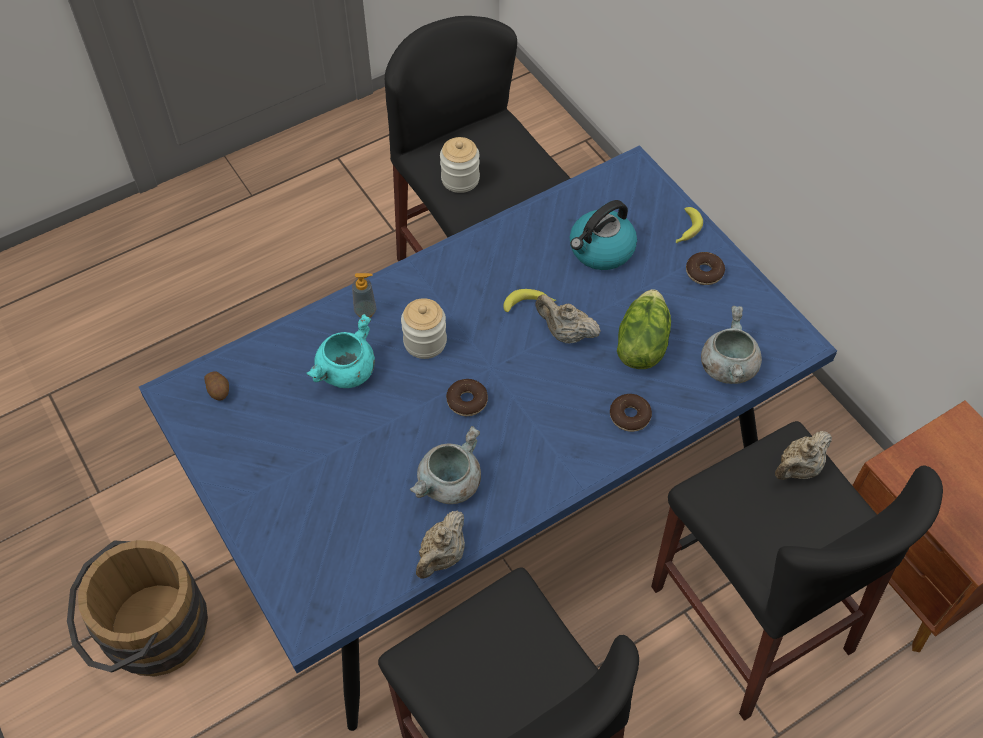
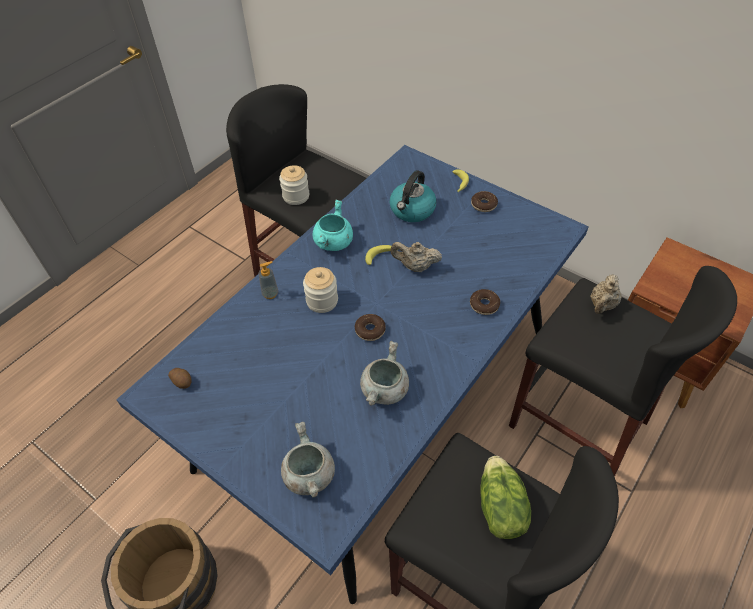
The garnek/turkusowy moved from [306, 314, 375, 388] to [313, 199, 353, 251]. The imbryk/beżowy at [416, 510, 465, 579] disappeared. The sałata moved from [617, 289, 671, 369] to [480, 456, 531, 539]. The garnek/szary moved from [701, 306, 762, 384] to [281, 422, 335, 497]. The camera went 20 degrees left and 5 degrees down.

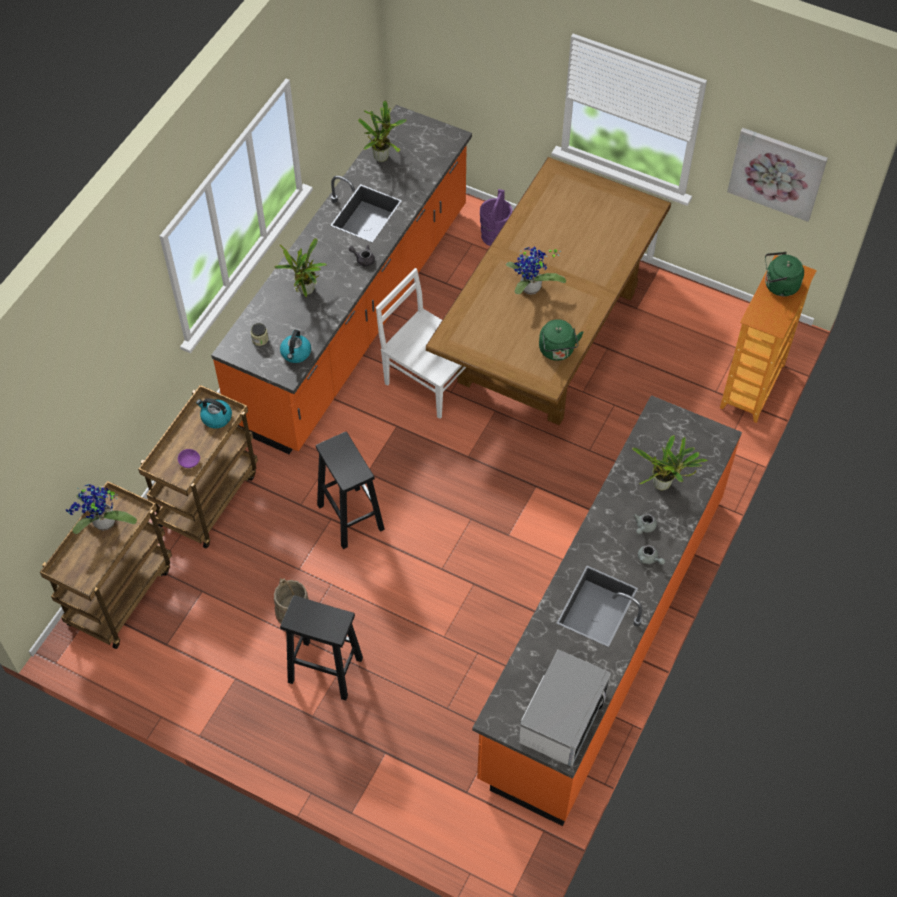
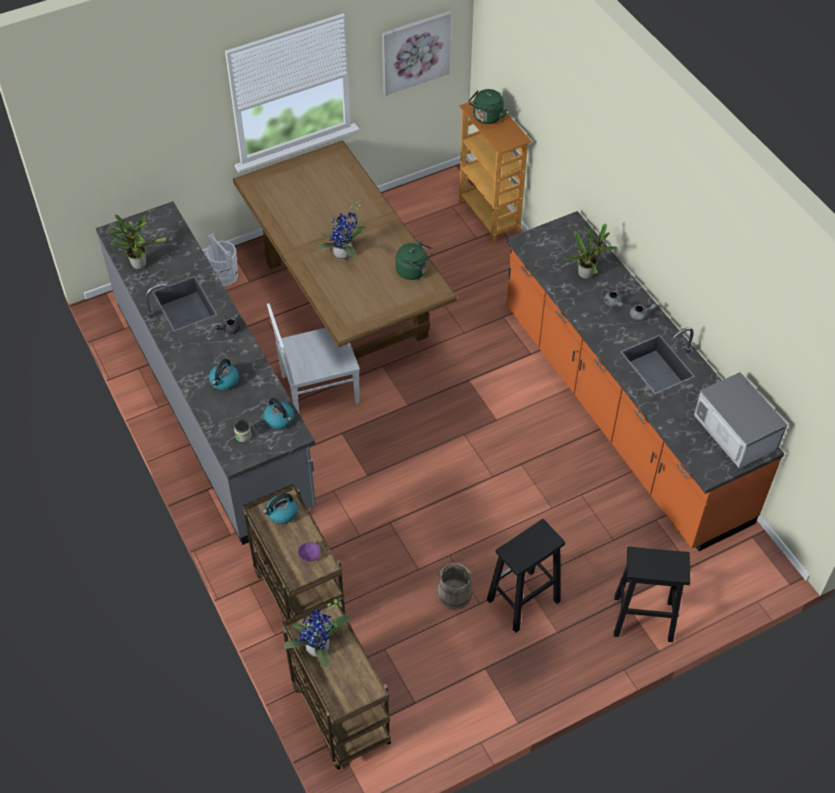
The zabudowa kuchenna/pomarańczowy at [211, 105, 472, 454] became the zabudowa kuchenna/szary at [96, 201, 316, 545]. The roślina doniczkowa at [274, 238, 327, 298] was replaced by the czajnik at [209, 359, 239, 390]. The stołek/czarny moved from [316, 432, 385, 549] to [614, 547, 690, 642]. The wiadro/fioletowy at [480, 189, 512, 246] became the wiadro/biały at [206, 233, 238, 286]. The camera went 55 degrees left and 5 degrees down.

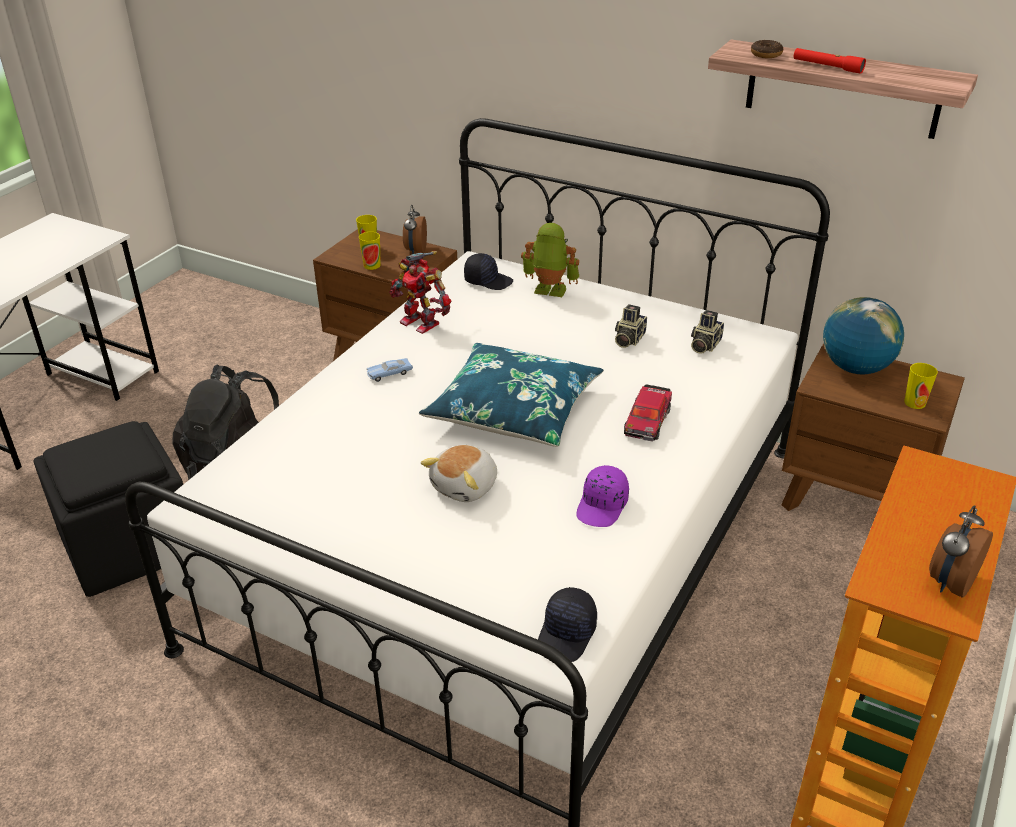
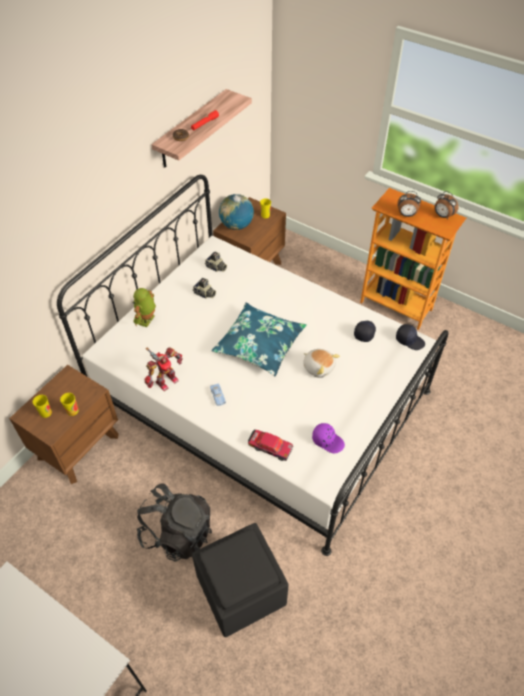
The budzik moved from [403, 205, 427, 254] to [397, 191, 421, 217]. The czapka z daszkiem/czarny moved from [464, 253, 513, 290] to [354, 321, 376, 342]. The czapka z daszkiem/fioletowy moved from [576, 465, 629, 527] to [312, 423, 345, 453]. The samochodzik moved from [624, 384, 672, 442] to [248, 429, 293, 461]. The camera went 85 degrees left and 15 degrees up.

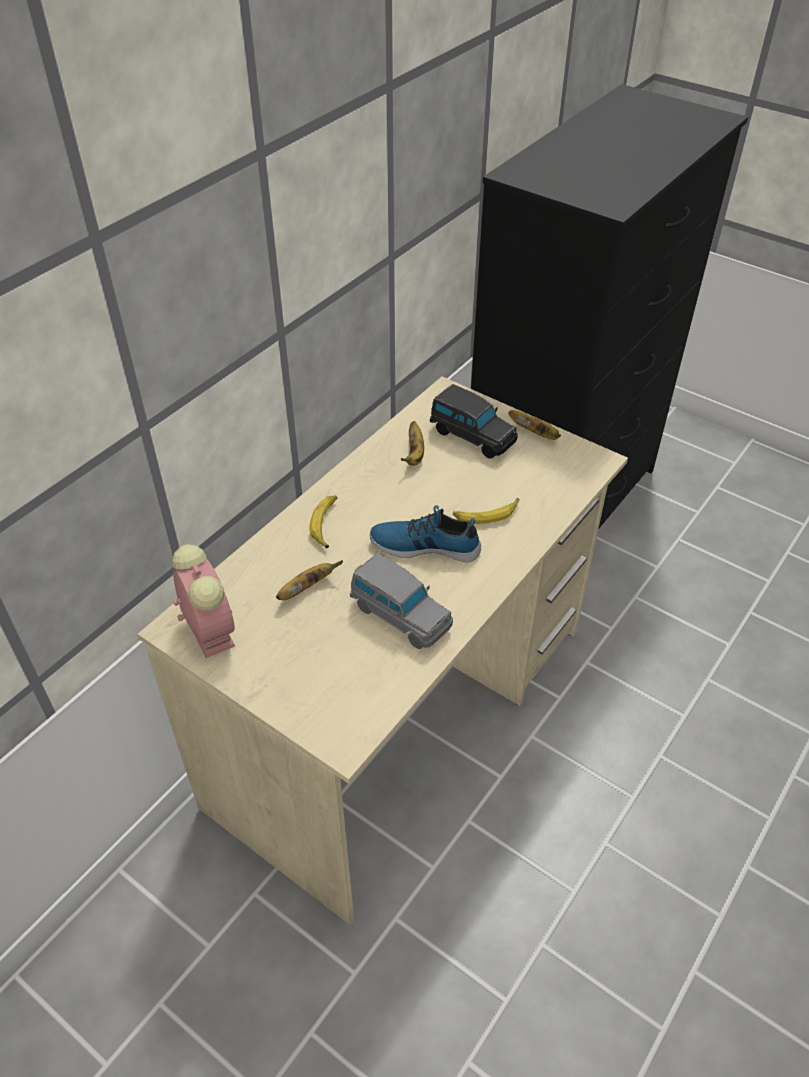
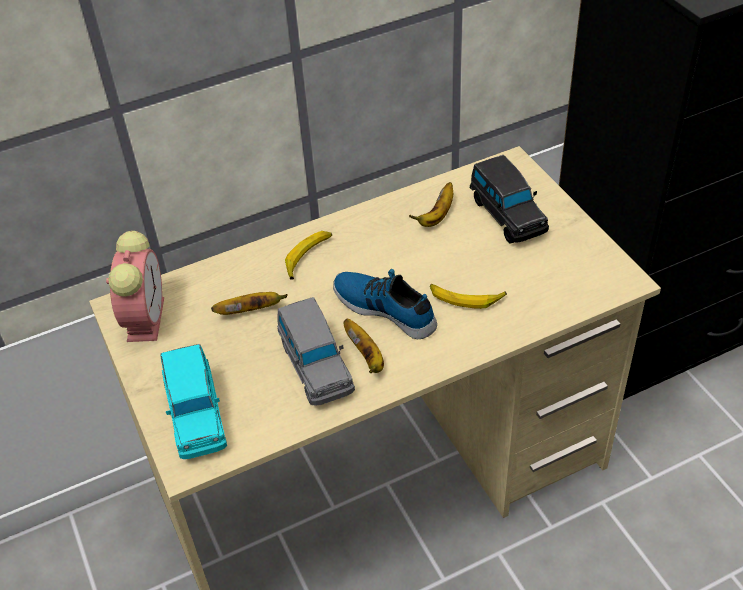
The banan moved from [508, 410, 561, 440] to [343, 319, 384, 373]. The samochodzik/turkusowy at [160, 344, 227, 459] appeared. The camera went 30 degrees right and 0 degrees up.

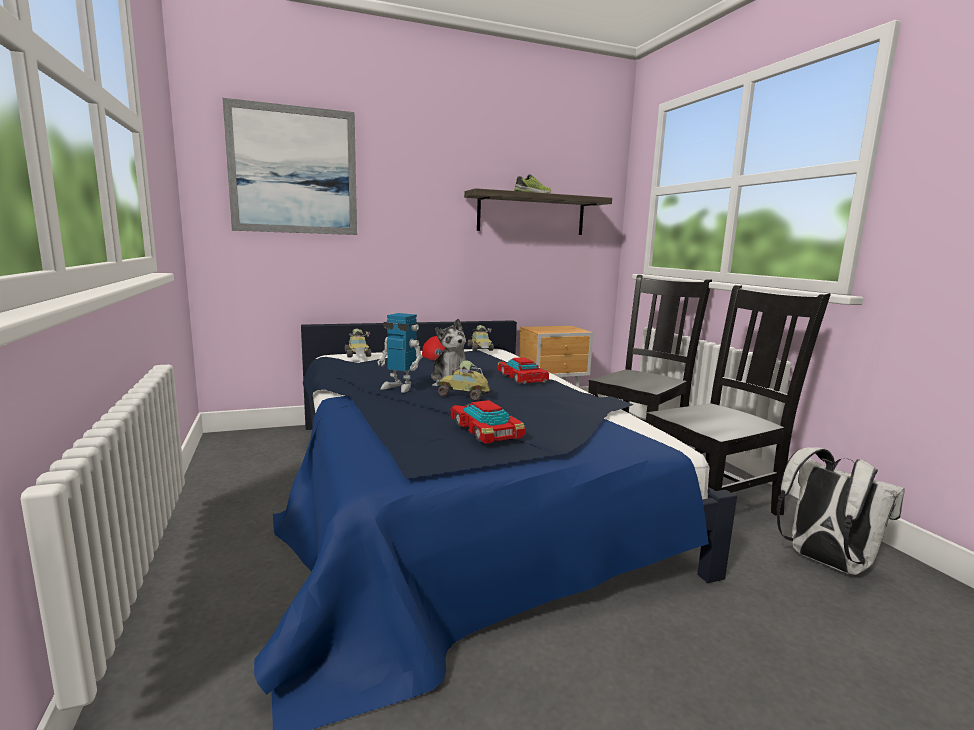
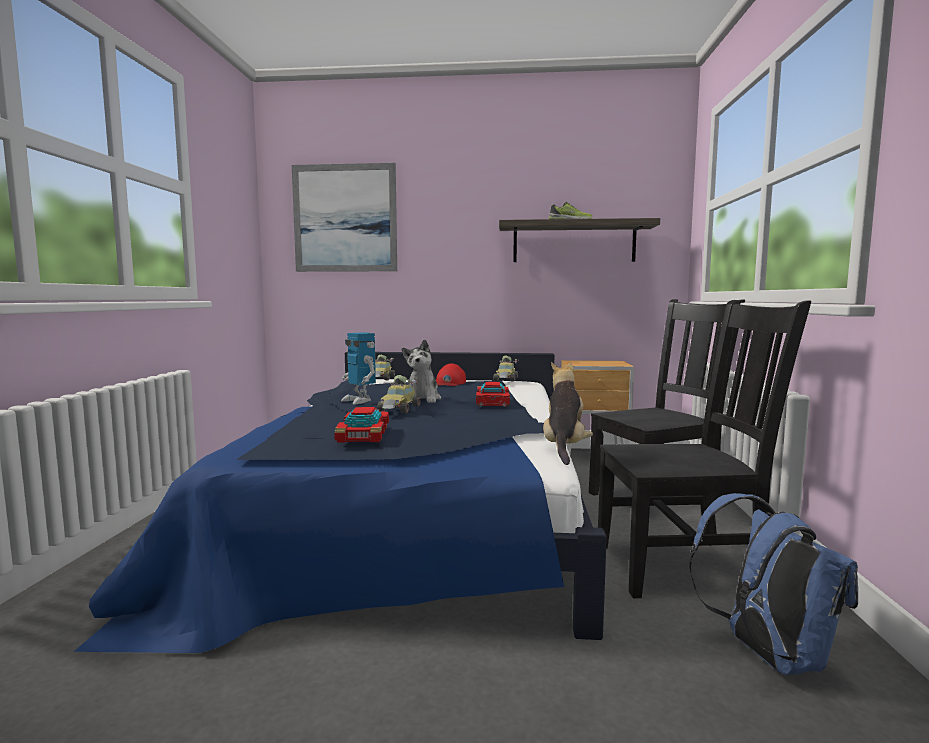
The samochodzik at [433, 360, 491, 401] turned 120 degrees counterclockwise. The plecak/biały at [777, 447, 905, 575] became the plecak/niebieski at [689, 493, 858, 675]. The pluszak at [543, 362, 593, 465] appeared. The camera went 25 degrees right and 5 degrees down.

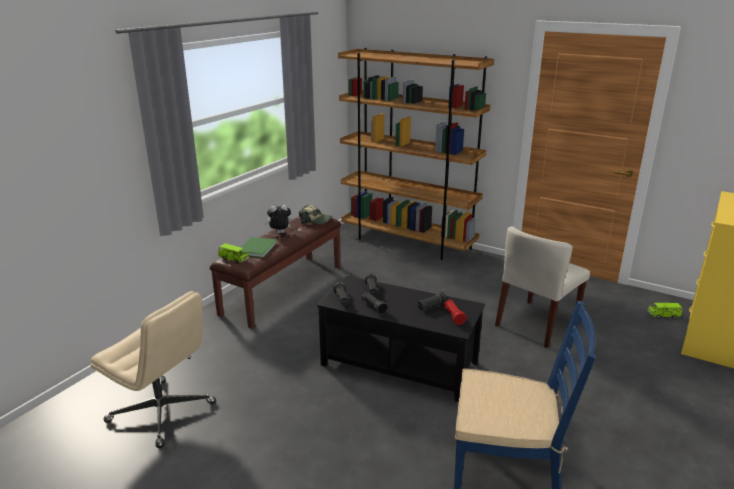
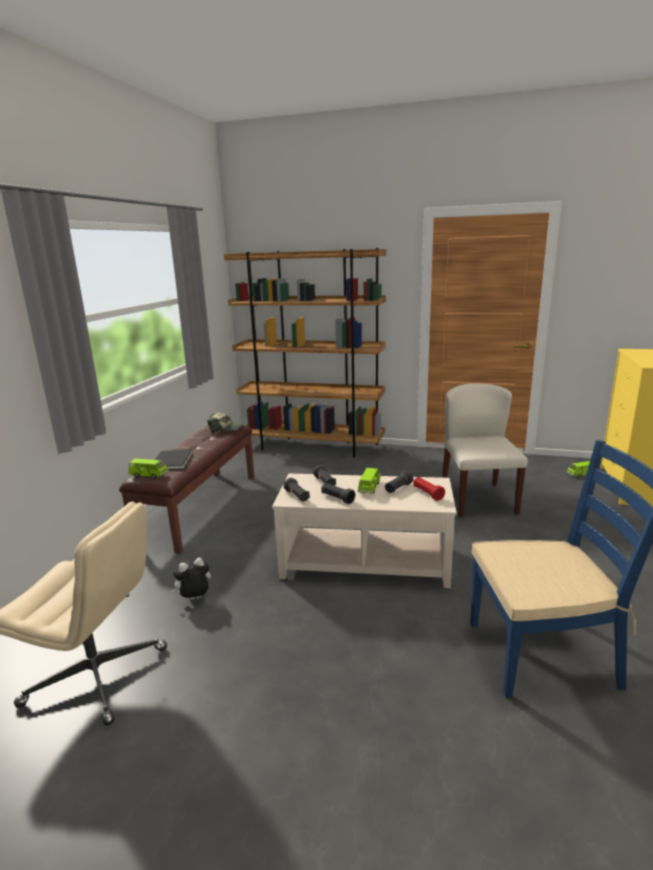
The książka/zielony at [241, 237, 277, 258] became the książka/czarny at [155, 450, 193, 470]. The pluszak moved from [265, 205, 292, 233] to [171, 557, 211, 600]. The ława/czarny at [317, 276, 485, 402] became the ława/beżowy at [272, 473, 457, 588]. The krzesło/beżowy at [495, 226, 590, 348] turned 150 degrees clockwise. The samochodzik/zielony at [358, 468, 381, 494] appeared. The camera went 15 degrees left and 5 degrees down.

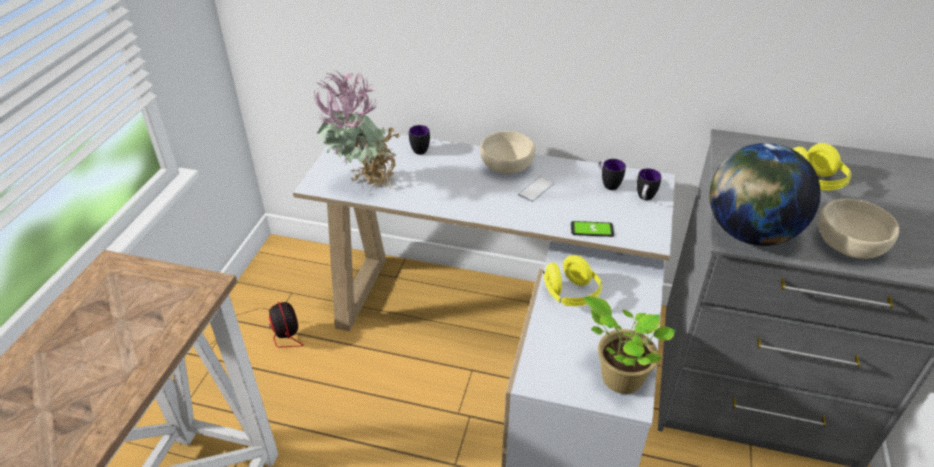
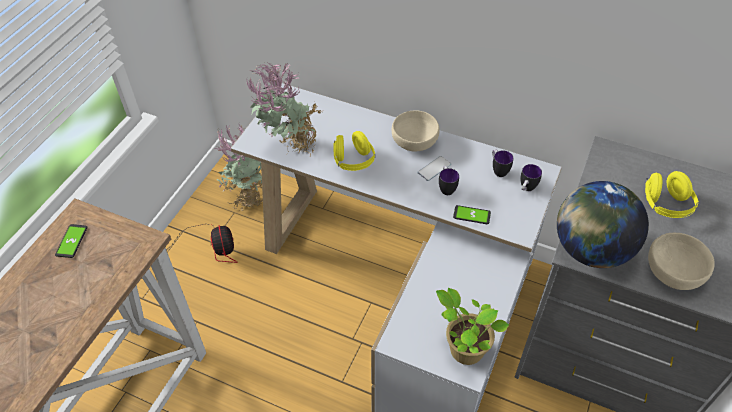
The kubek moved from [409, 125, 430, 155] to [439, 166, 459, 195]. The słuchawki/żółty moved from [543, 255, 602, 306] to [333, 131, 375, 171]. The telefon at [55, 224, 87, 258] appeared. The roślina doniczkowa at [215, 122, 263, 211] appeared. The camera went 10 degrees right and 10 degrees up.

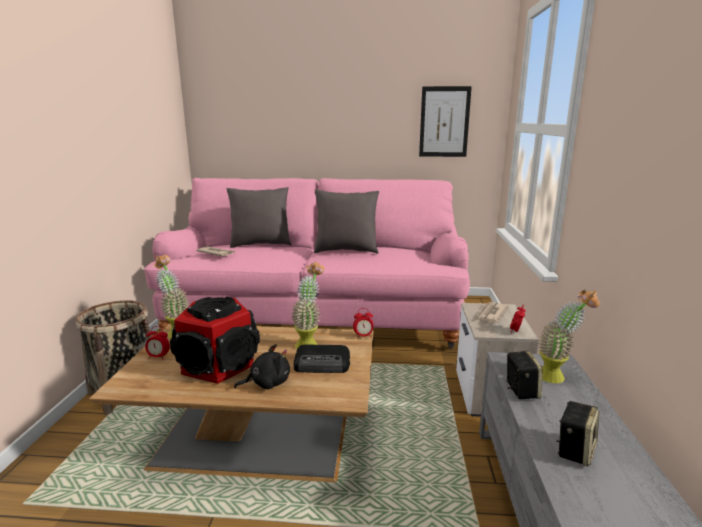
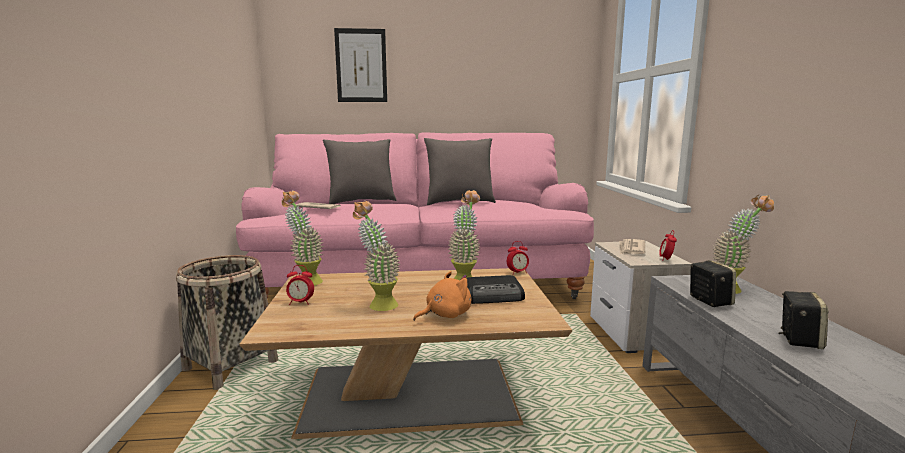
The głośnik at [170, 297, 260, 384] was replaced by the roślina doniczkowa at [353, 201, 401, 311]. The pluszak/czarny at [234, 344, 290, 389] became the pluszak/pomarańczowy at [413, 271, 471, 321]. The obraz moved from [419, 86, 472, 157] to [334, 28, 387, 102]. The camera went 10 degrees left and 5 degrees down.

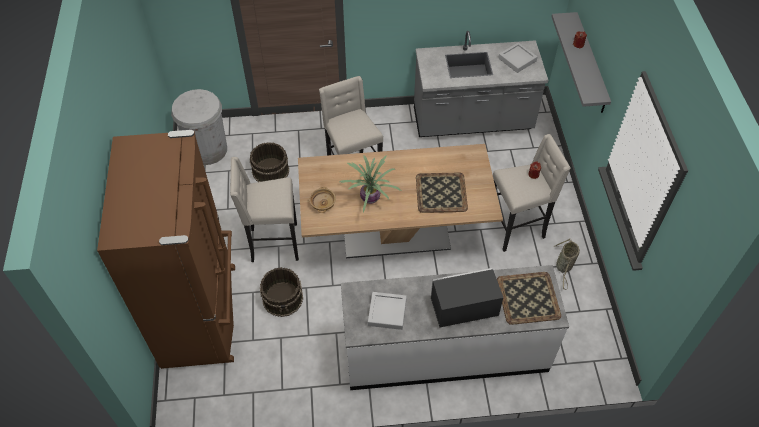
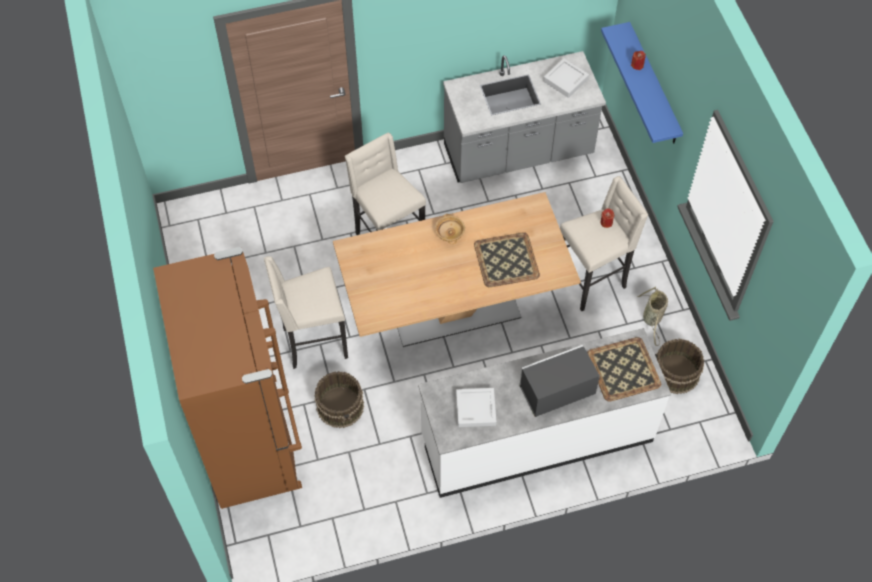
The kosz na śmieci/biały at [171, 89, 227, 165] disappeared. The wiadro/brązowy moved from [250, 142, 289, 182] to [655, 339, 704, 394]. The miska/beżowy moved from [309, 186, 336, 213] to [435, 214, 465, 244]. The roślina doniczkowa at [340, 155, 401, 213] disappeared. The półka/szary at [551, 12, 611, 113] became the półka/niebieski at [601, 22, 683, 143]. The camera went 10 degrees left and 5 degrees up.

